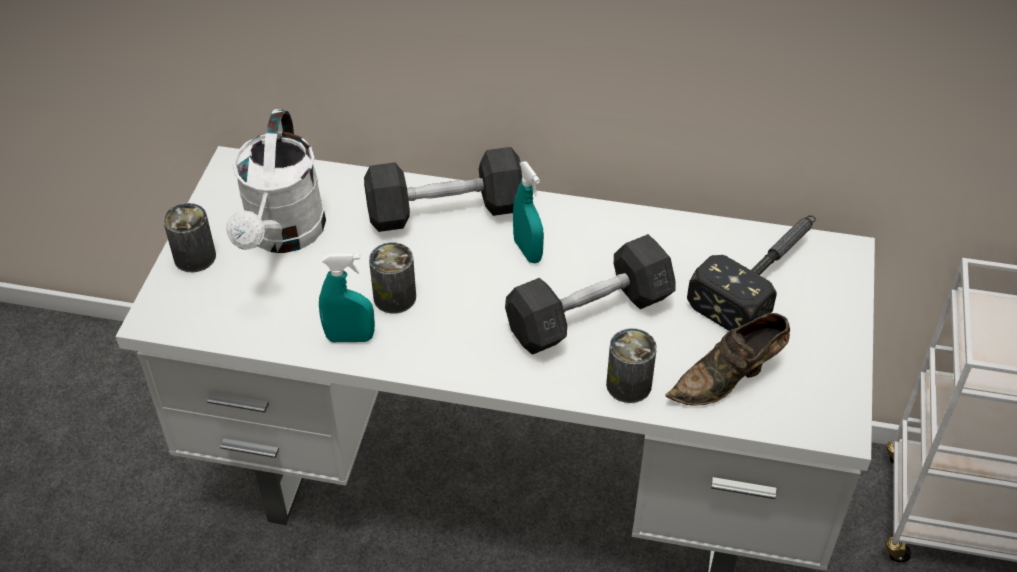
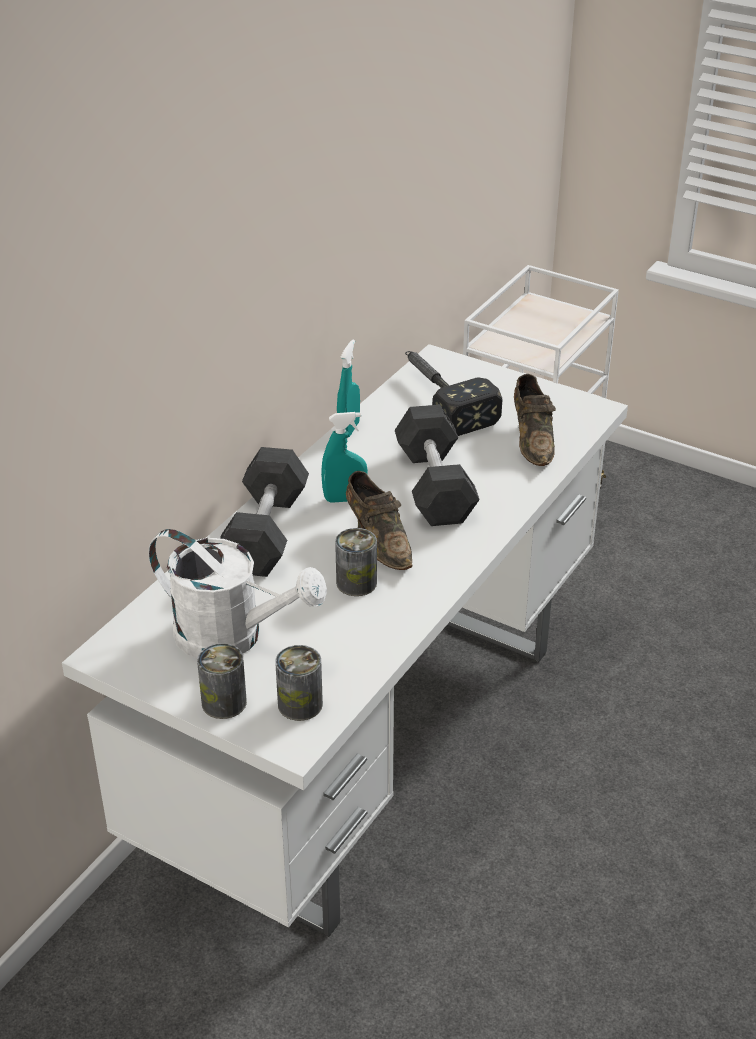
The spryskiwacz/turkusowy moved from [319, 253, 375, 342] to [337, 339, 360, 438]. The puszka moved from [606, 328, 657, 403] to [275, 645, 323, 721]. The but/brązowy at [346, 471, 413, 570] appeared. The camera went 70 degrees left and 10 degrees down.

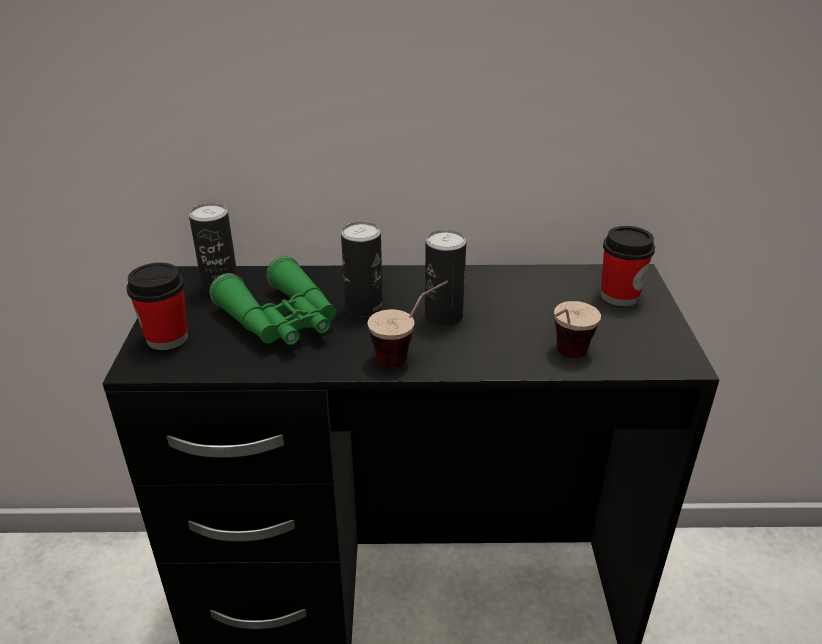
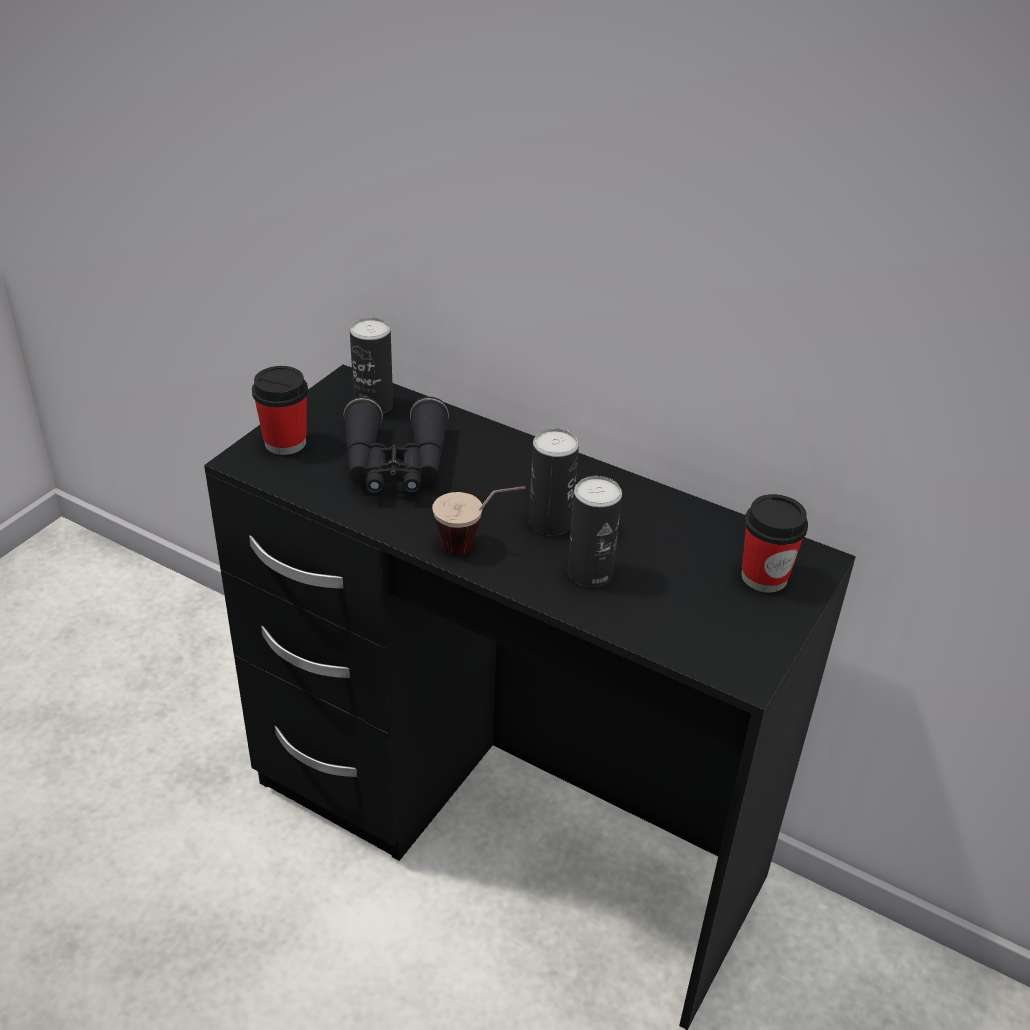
The lornetka/zielony at [209, 256, 336, 345] became the lornetka/czarny at [344, 397, 449, 493]. The puszka moved from [341, 221, 383, 317] to [567, 476, 622, 587]. The filiżanka at [554, 301, 601, 358] disappeared. The camera went 30 degrees right and 5 degrees up.

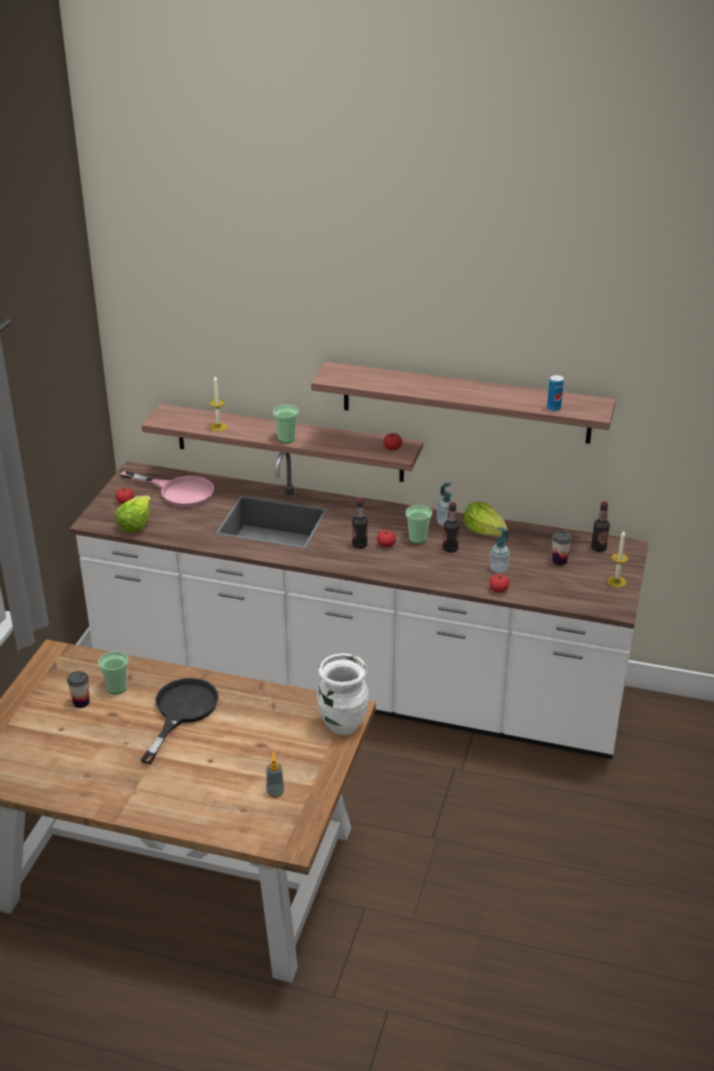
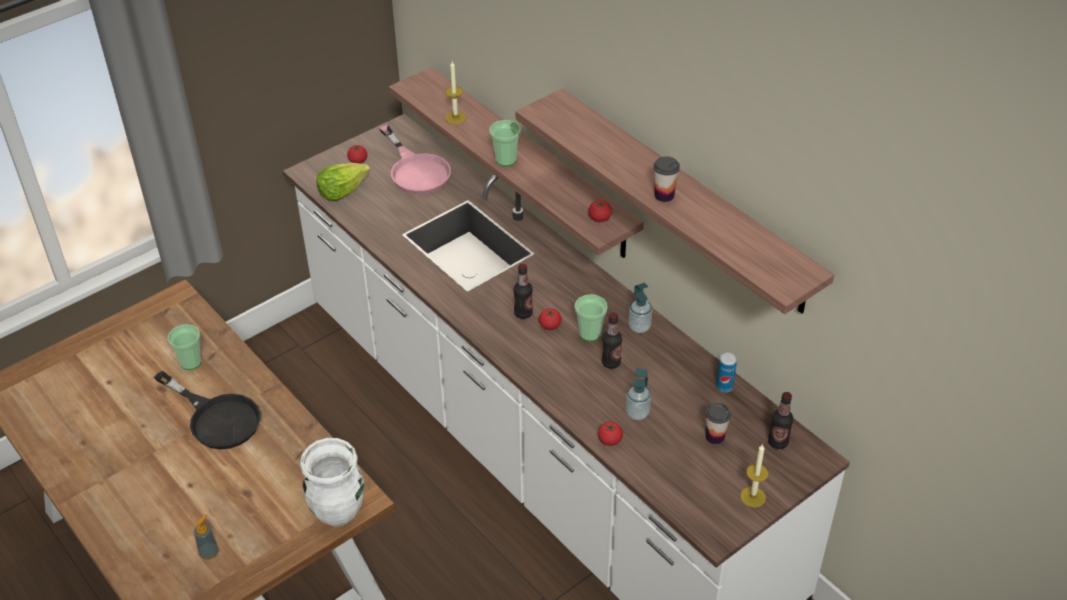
The filiżanka moved from [67, 671, 90, 708] to [653, 156, 680, 202]. The patelnia/czarny at [140, 678, 219, 764] turned 75 degrees clockwise. The sałata at [464, 502, 508, 536] disappeared. The puszka moved from [547, 375, 564, 411] to [716, 353, 737, 392]. The camera went 35 degrees right and 10 degrees up.

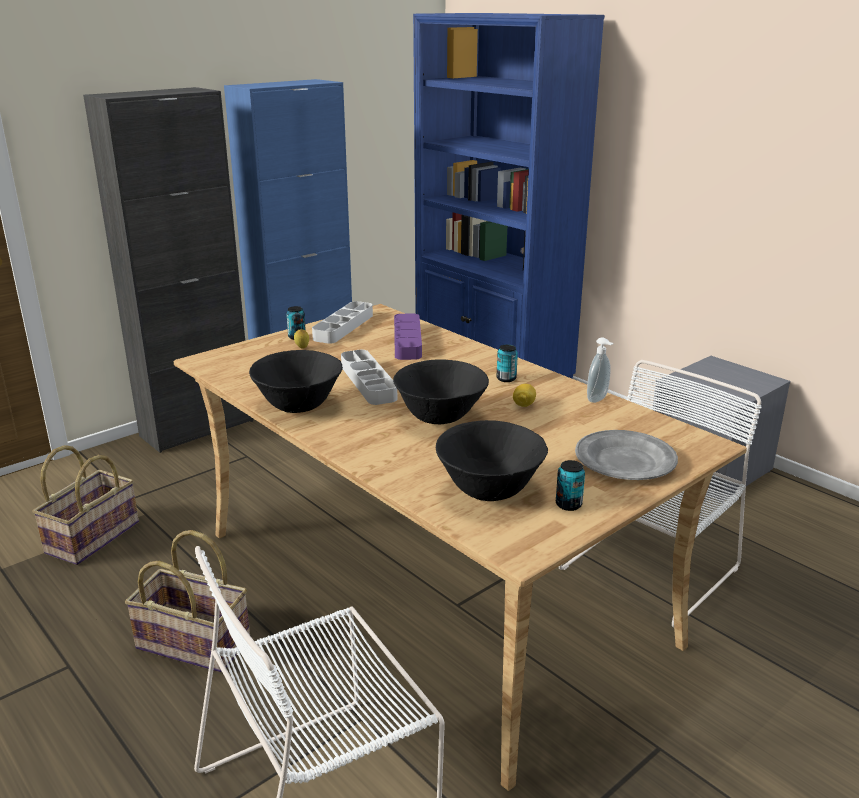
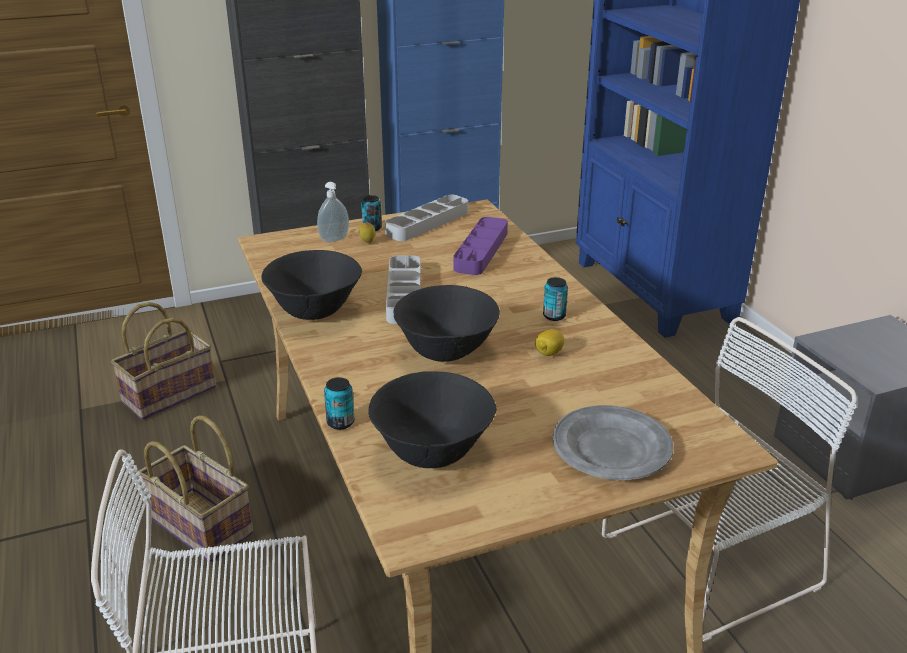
The puszka moved from [556, 460, 585, 511] to [324, 377, 354, 430]. The dozownik mydła moved from [587, 337, 614, 403] to [317, 182, 349, 242]. The camera went 20 degrees right and 5 degrees up.

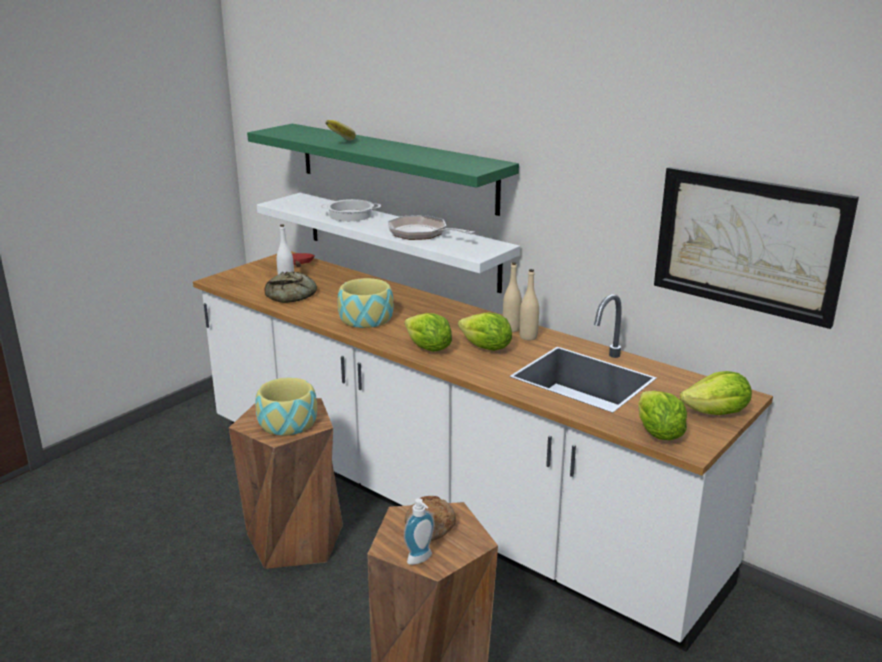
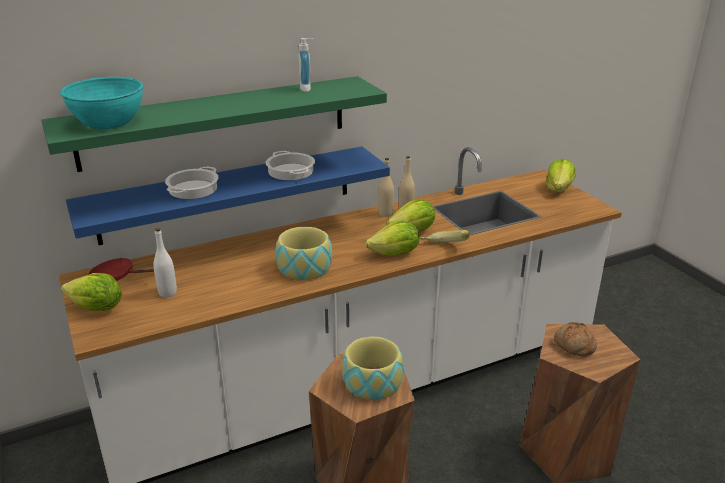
The półka/biały at [257, 193, 520, 293] became the półka/niebieski at [66, 146, 390, 245]. The chleb at [264, 271, 317, 303] disappeared. The banan moved from [325, 120, 356, 140] to [420, 230, 470, 242]. The patelnia at [388, 215, 475, 240] was replaced by the garnek at [265, 151, 315, 180]. The dozownik mydła moved from [404, 498, 434, 565] to [298, 38, 314, 92]. The sałata moved from [638, 391, 687, 440] to [61, 273, 122, 311]. The obraz at [654, 167, 859, 329] disappeared. The miska/turkusowy at [60, 77, 143, 129] appeared. The camera went 65 degrees left and 5 degrees up.

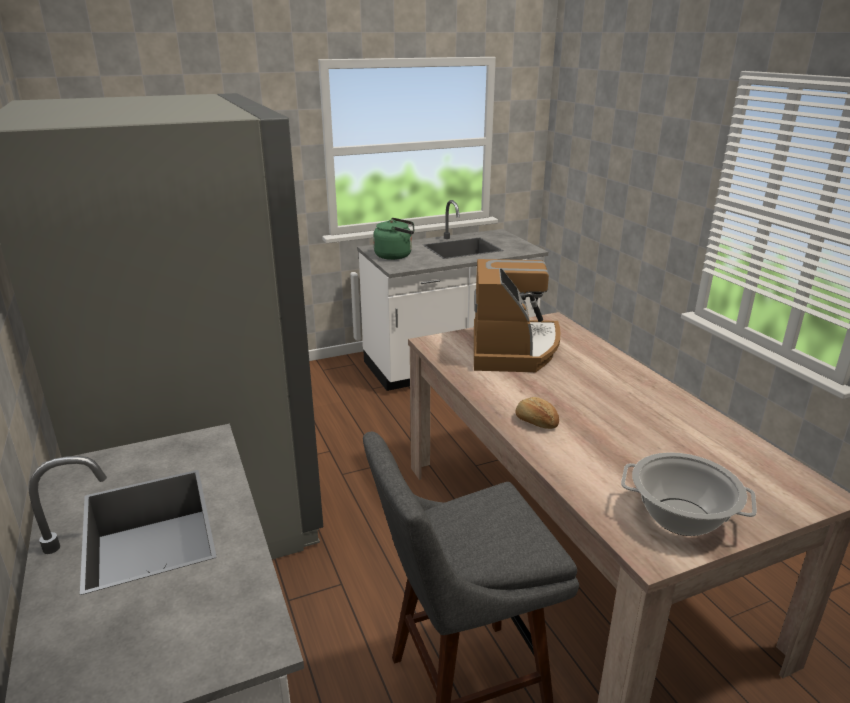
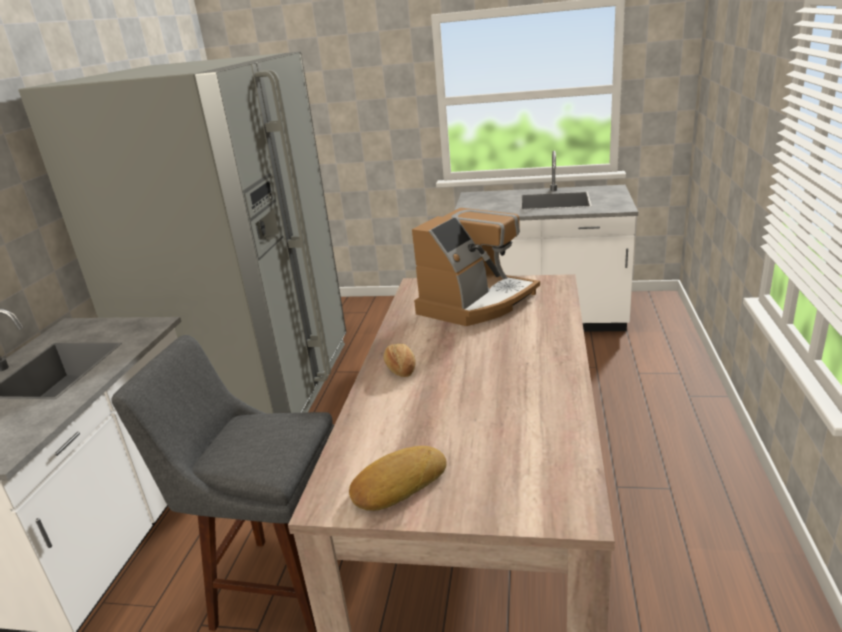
The czajnik/zielony at [373, 218, 414, 260] disappeared. The garnek at [621, 452, 757, 536] was replaced by the chleb at [349, 446, 447, 511]. The camera went 35 degrees right and 0 degrees up.

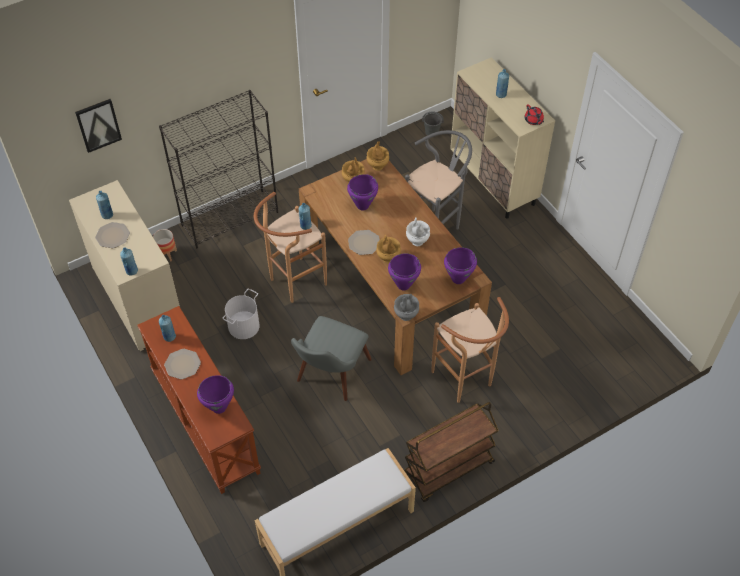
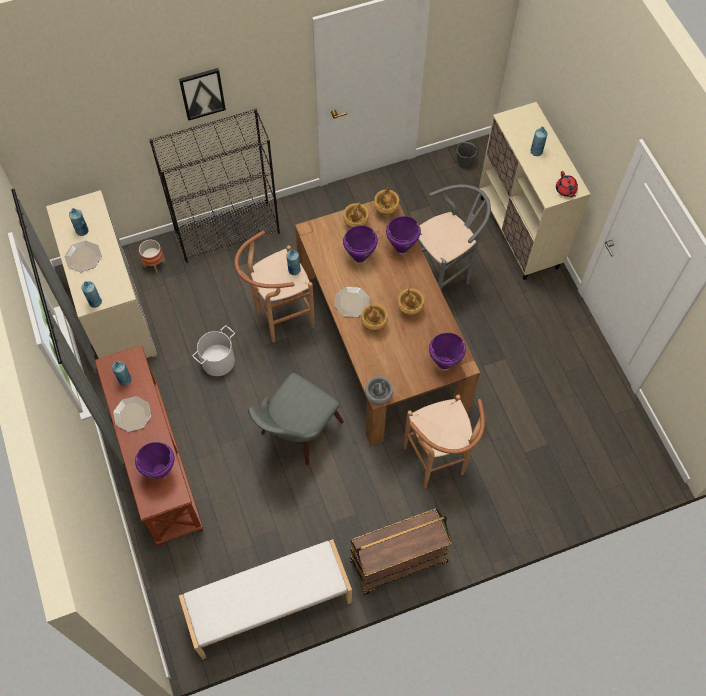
The obraz moved from [75, 99, 122, 153] to [179, 68, 226, 121]. The garnek/fioletowy moved from [388, 253, 421, 291] to [386, 216, 421, 253]. The wazon/biały at [406, 218, 430, 246] became the wazon/brązowy at [397, 288, 424, 316]. The camera went 10 degrees right and 10 degrees up.

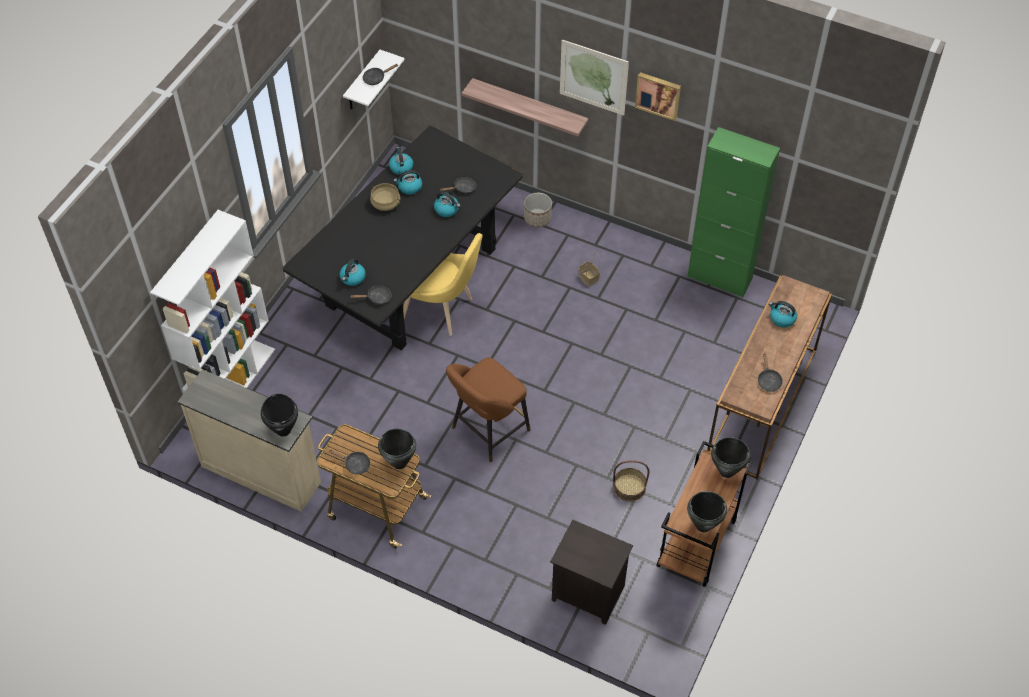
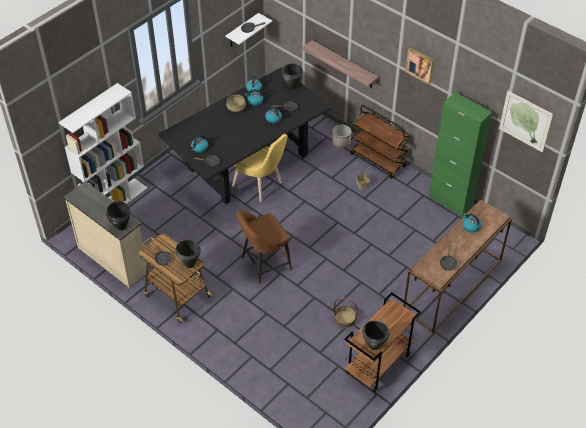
The szafka nocna/czarny at [550, 520, 633, 625] disappeared. The obraz moved from [560, 40, 629, 116] to [499, 91, 553, 152]. The garnek/czarny moved from [711, 437, 750, 478] to [282, 63, 303, 89]. The wózek/brązowy at [350, 105, 410, 179] appeared. The camera went 15 degrees right and 5 degrees down.

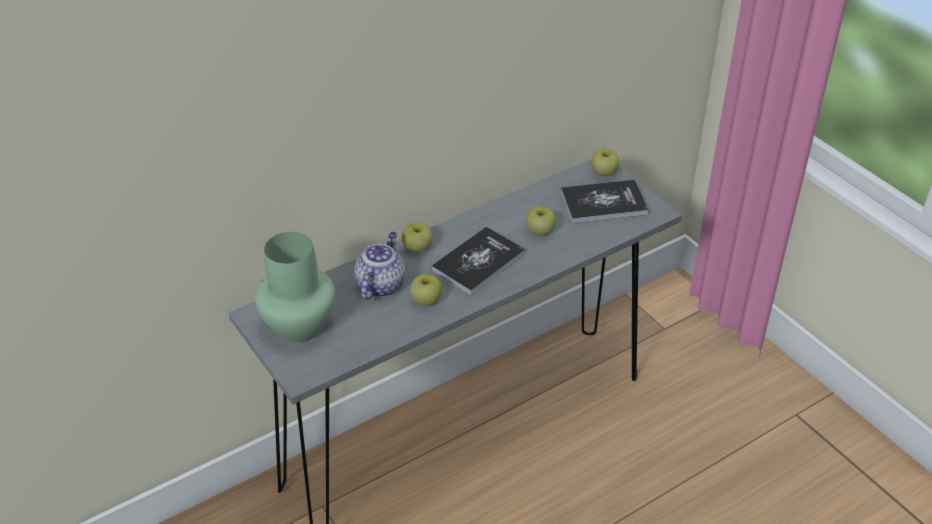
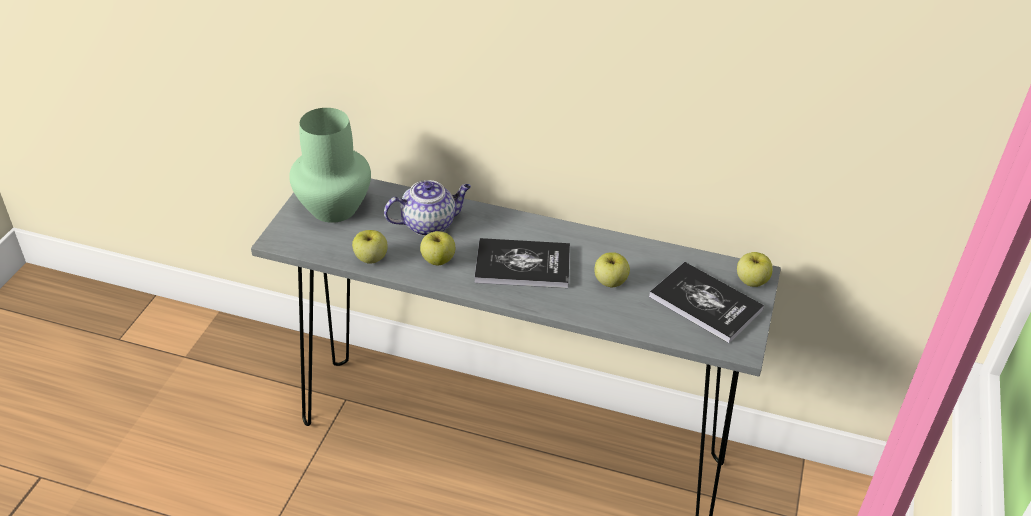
The jabłko moved from [402, 223, 432, 252] to [352, 230, 388, 263]. The camera went 50 degrees right and 0 degrees up.

